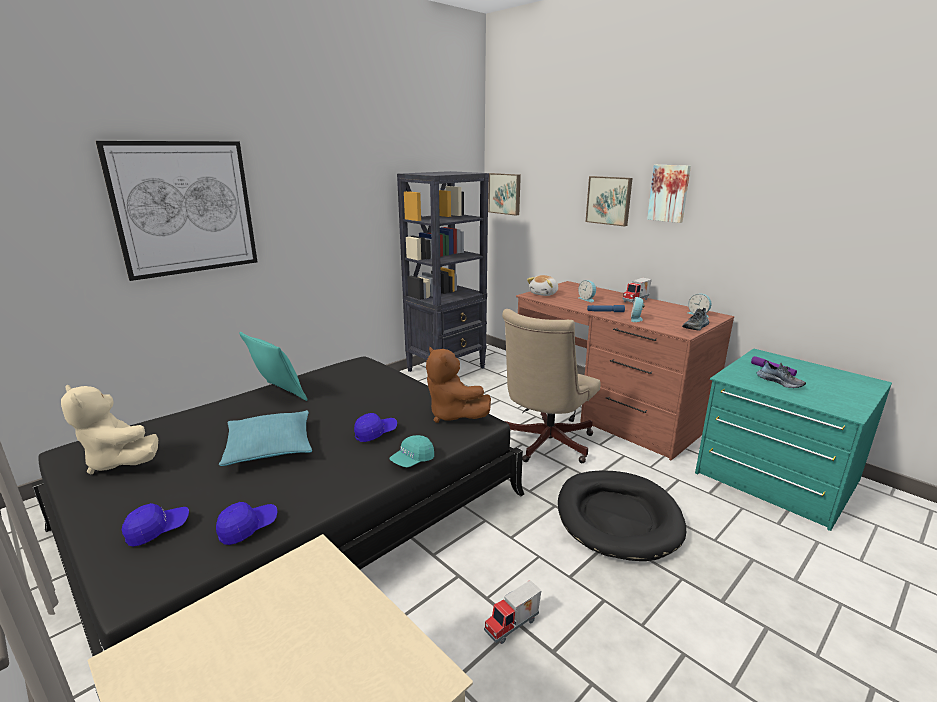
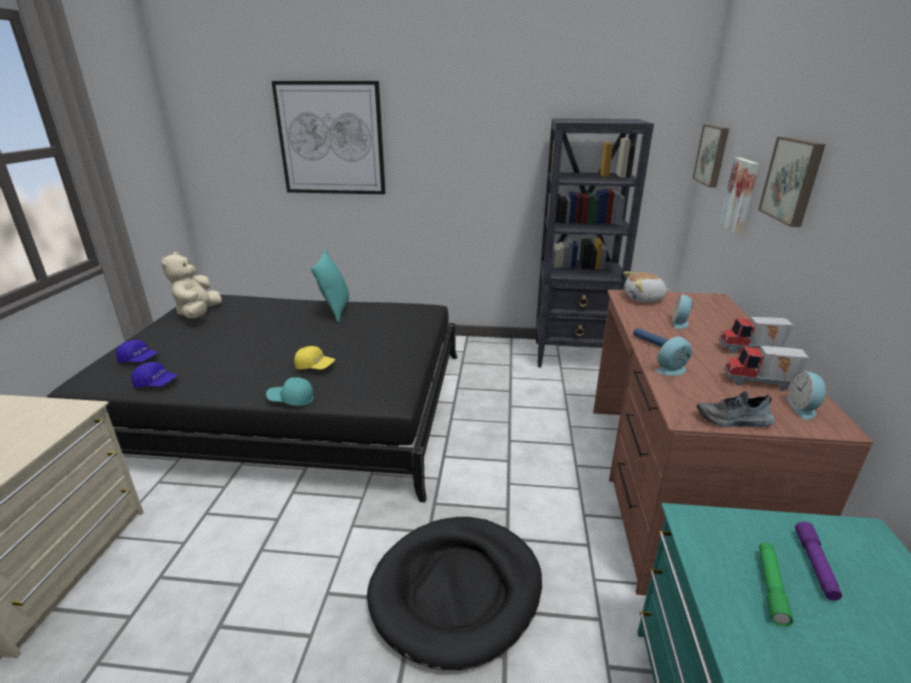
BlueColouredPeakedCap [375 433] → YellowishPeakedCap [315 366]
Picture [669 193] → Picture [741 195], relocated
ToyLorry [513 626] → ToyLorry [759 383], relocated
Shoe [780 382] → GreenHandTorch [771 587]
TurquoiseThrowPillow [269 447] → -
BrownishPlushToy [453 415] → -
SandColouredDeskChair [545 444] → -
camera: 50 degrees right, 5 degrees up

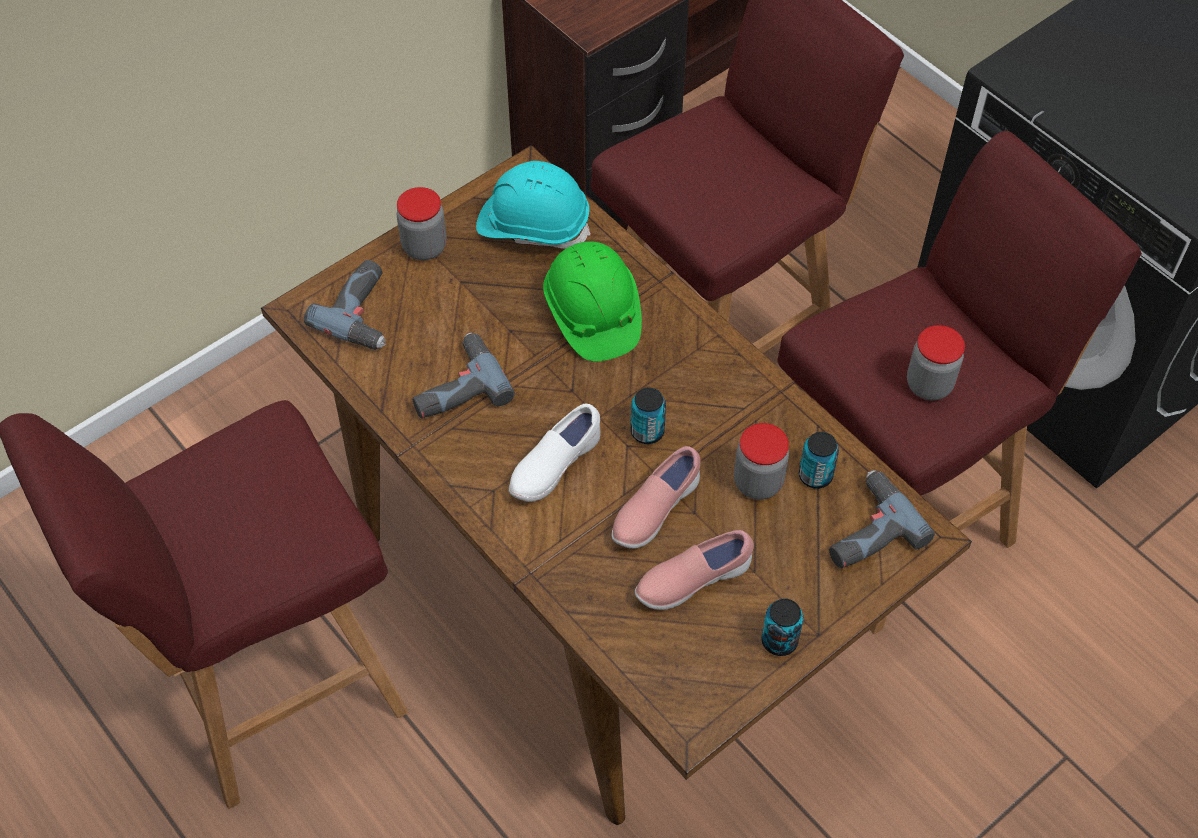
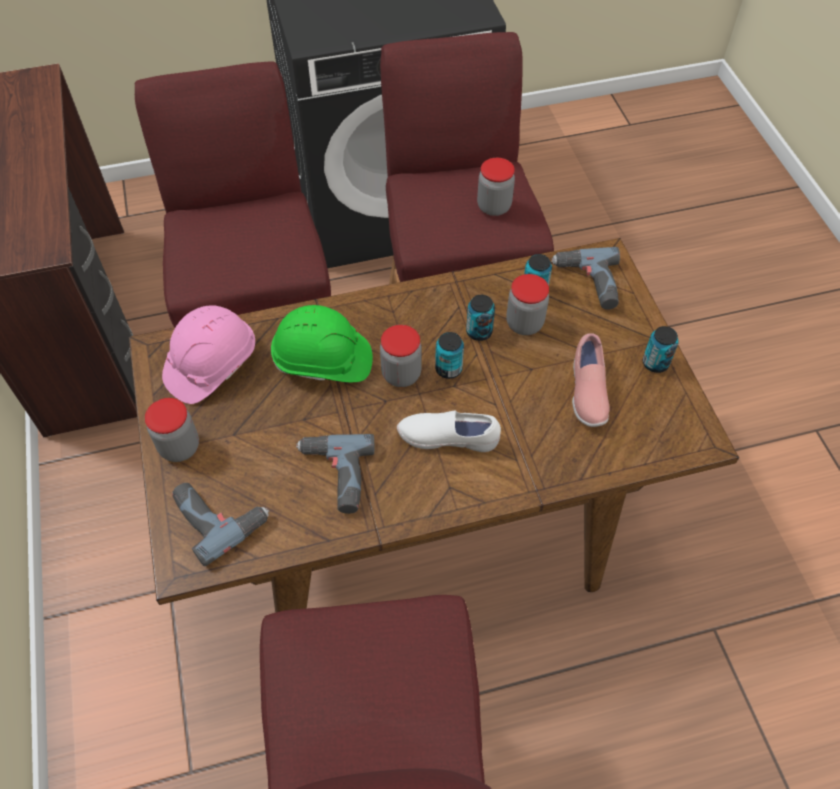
TurquoiseSafetyHelmet [533 225] → PinkishSafetyHelmet [211 365]
- → Jar [401 374]
WhitishShoe [554 466] → WhitishShoe [448 438], 120 degrees clockwise
- → MetalCan [479 332]
PinkishShoe [654 510] → -
camera: 65 degrees left, 0 degrees up

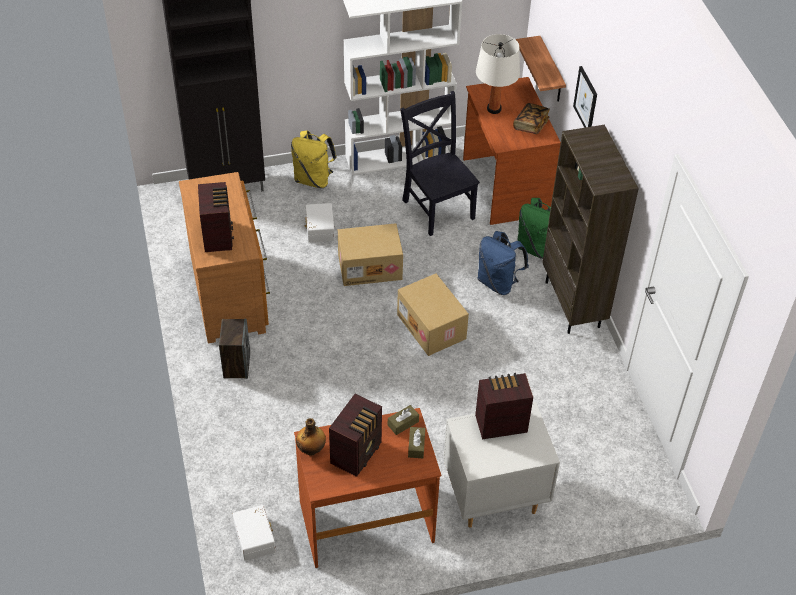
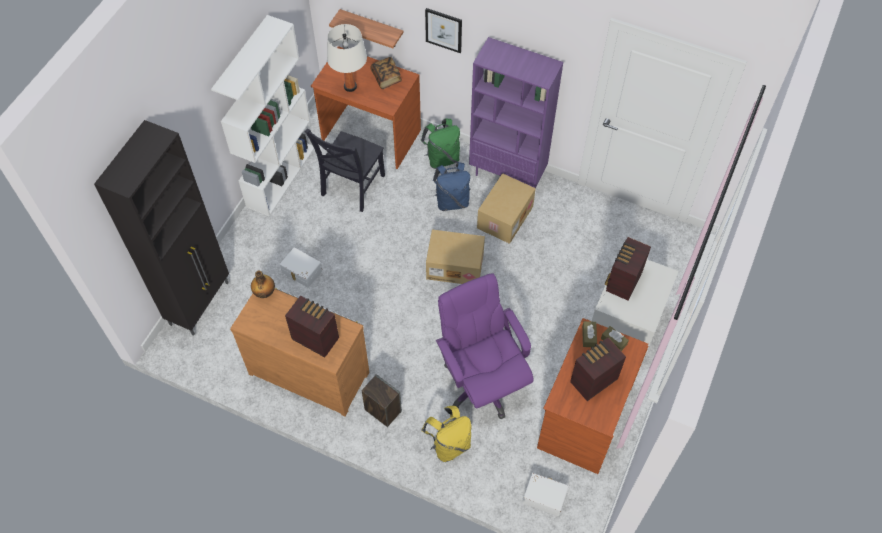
DrinkBottle [311 449] → DrinkBottle [265 292], relocated
BlackishUprightChair [437 207] → BlackishUprightChair [351 187], 75 degrees counterclockwise
YellowishBackpack [313 179] → YellowishBackpack [449 444], relocated
- → PurplishDeskChair [482 382]
BrownishBookcase [573 305] → PurplishBookcase [508 174]
CardboardBox [370 266] → CardboardBox [504 216], relocated
Radio [357 452] → Radio [592 380], 105 degrees counterclockwise
camera: 50 degrees left, 10 degrees up

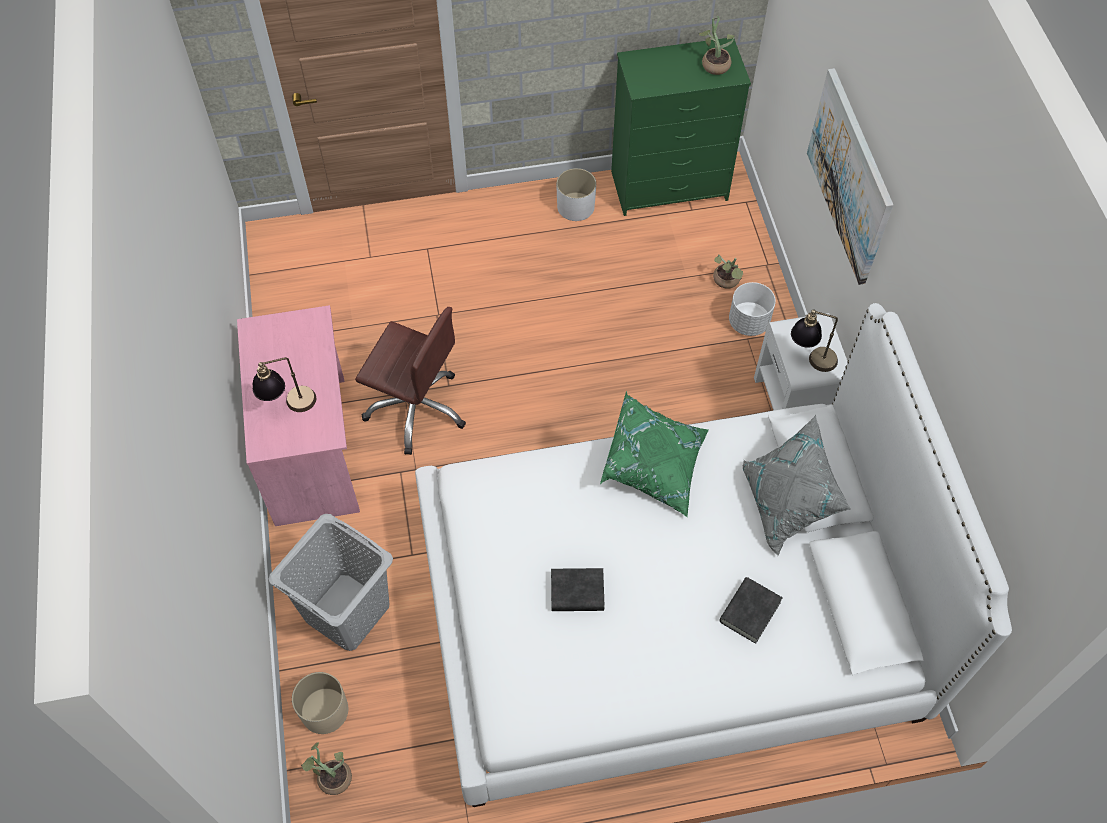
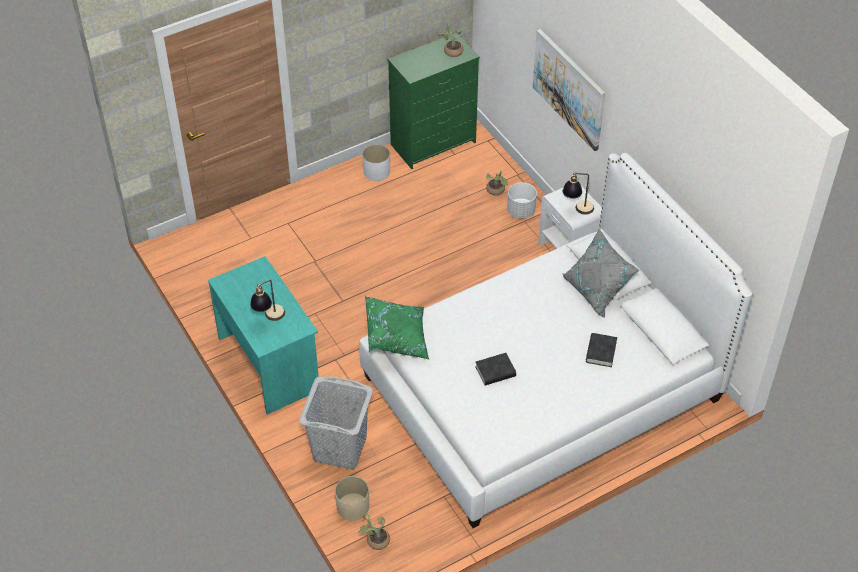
PinkishDeskTable [313 449] → TurquoiseDeskTable [269 363]
GreenThrowPillow [654 466] → GreenThrowPillow [397 338], relocated
BrownishDeskChair [416 408] → -
camera: 20 degrees left, 10 degrees down

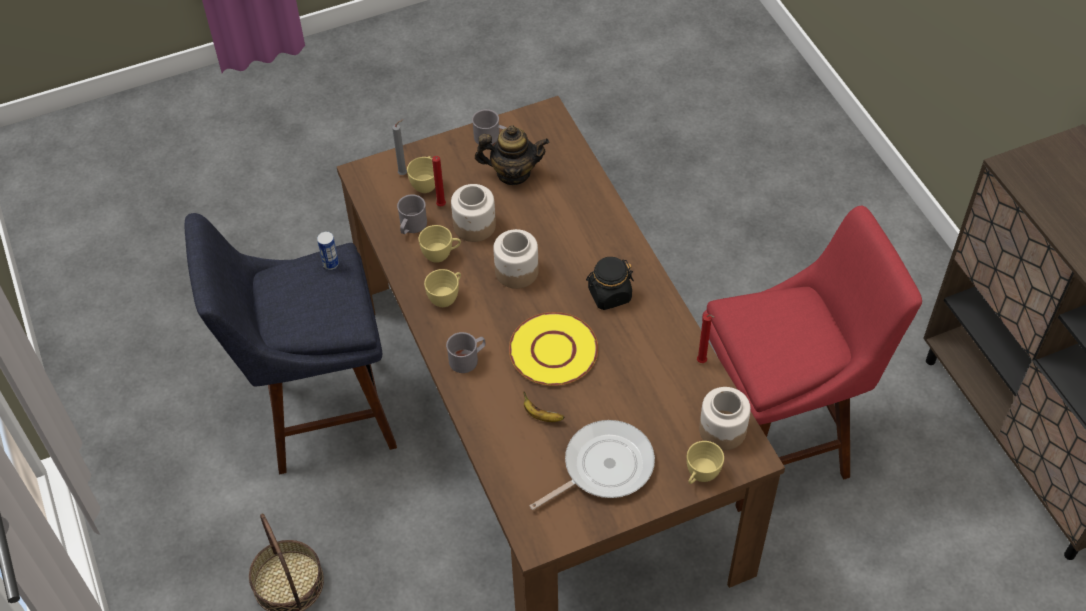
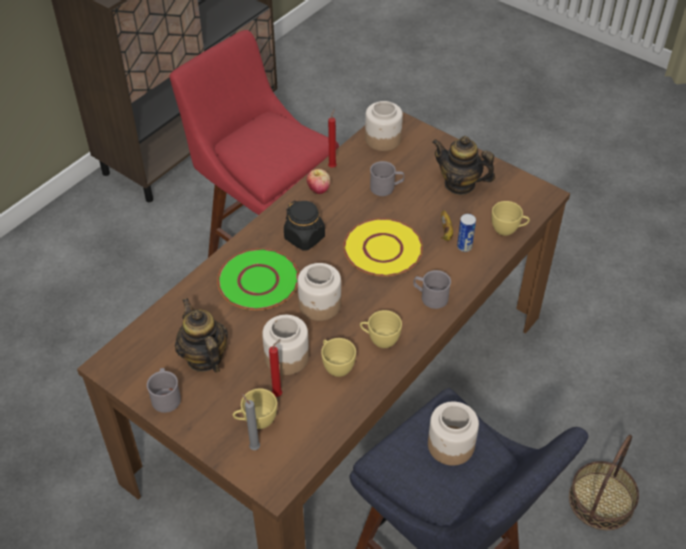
- → GreenFlatDish [258 280]
- → AppleFruit [318 190]
GrayTeaMug [411 226] → GrayTeaMug [386 187], relocated
- → Jar [451 445]
FryingPan [603 467] → Teapot [460 184]
MetalCan [330 264] → MetalCan [464 246], relocated
YellowishDrinkingCup [700 476] → YellowishDrinkingCup [508 230], relocated
camera: 120 degrees left, 5 degrees down

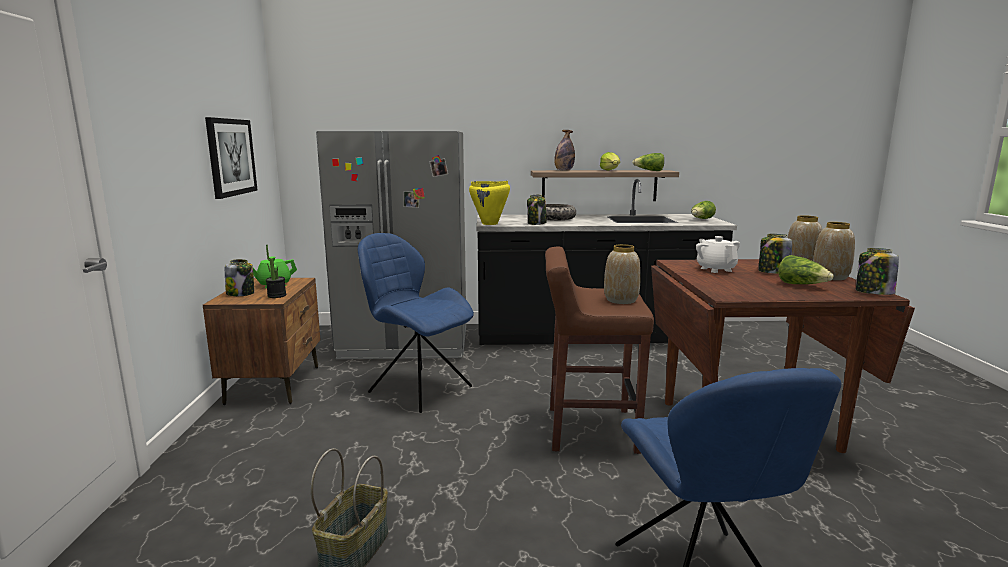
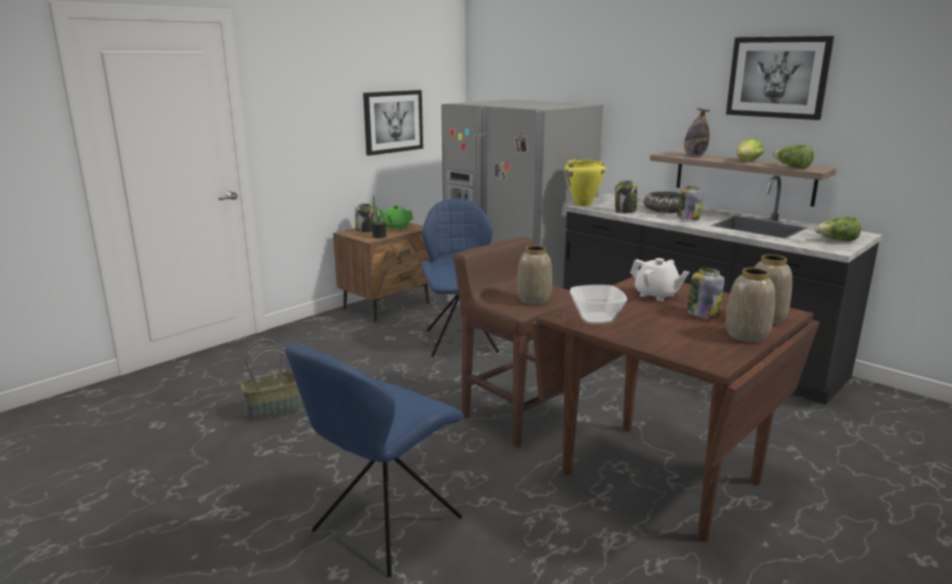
- → DeepDish [597 319]
WhitishTeapot [715 269] → WhitishTeapot [656 295], 105 degrees clockwise
Jar [873 293] → Jar [688 218], relocated
- → Picture [777 77]
Lettuce [801 285] → -
camera: 45 degrees right, 5 degrees up

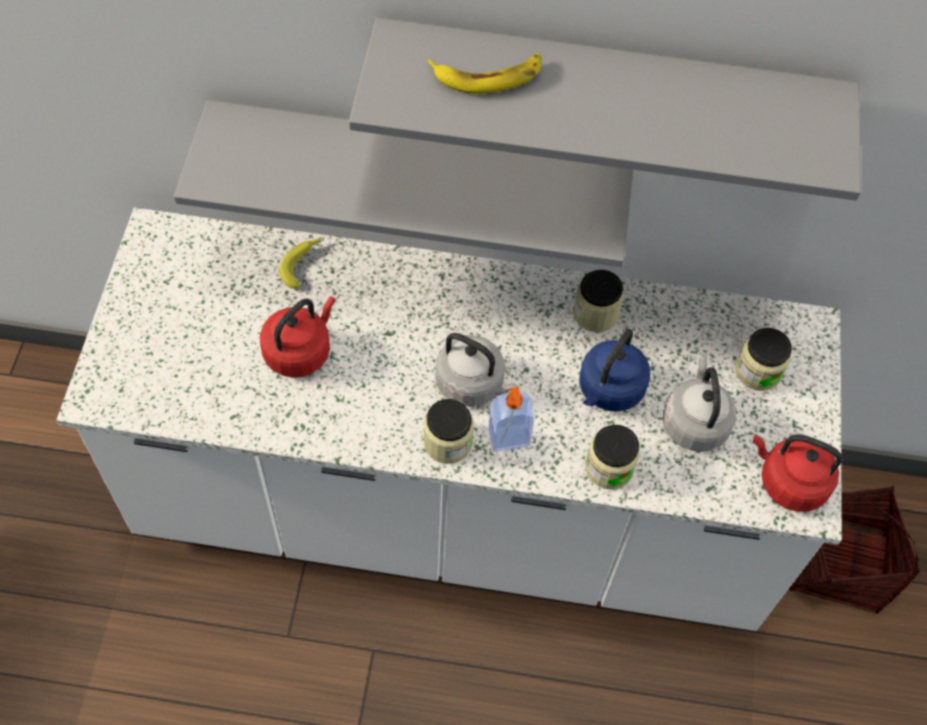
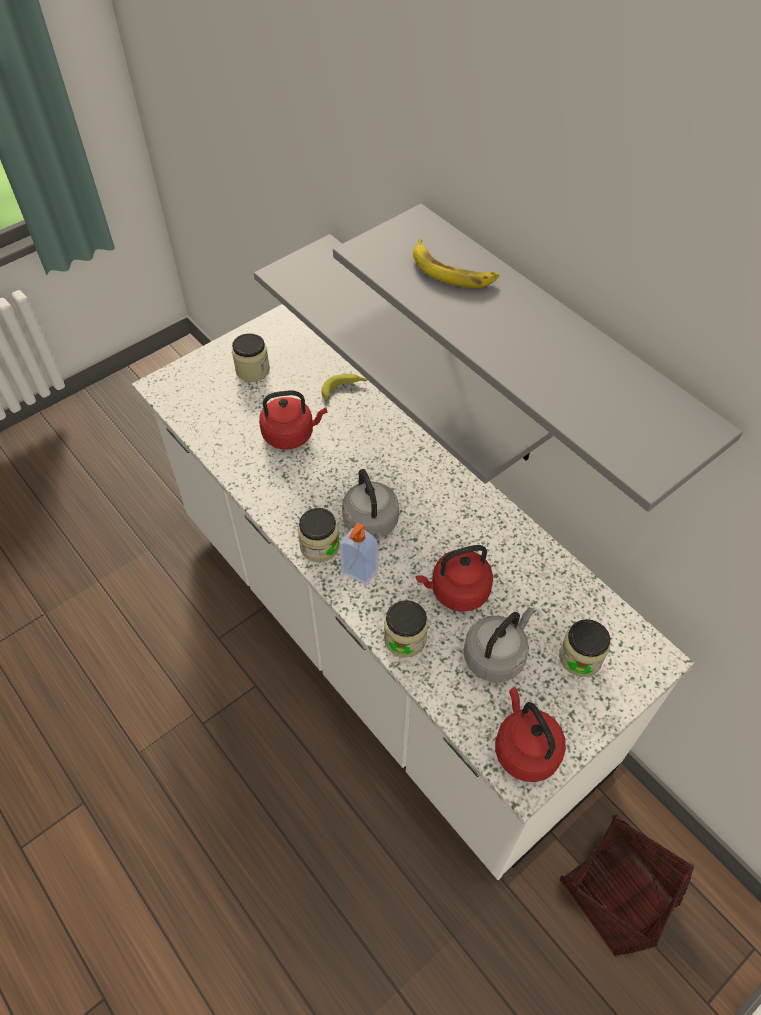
Jar [595 313] → Jar [252 370], relocated
BlueColouredKettle [609 390] → RedColouredKettle [456 591]
camera: 45 degrees right, 5 degrees down

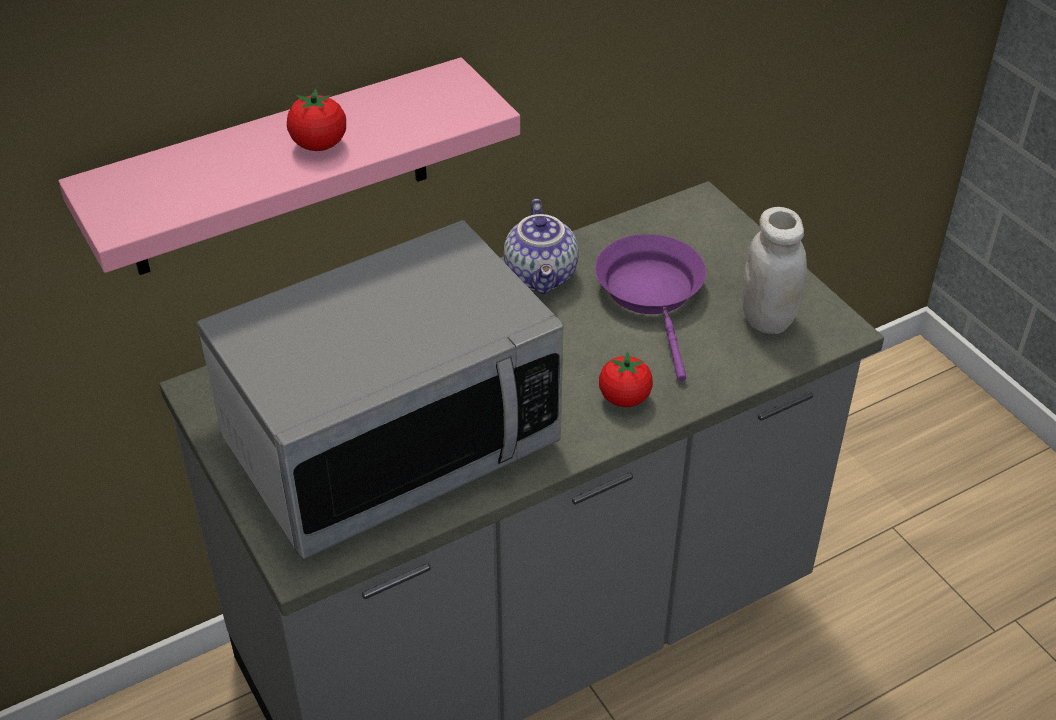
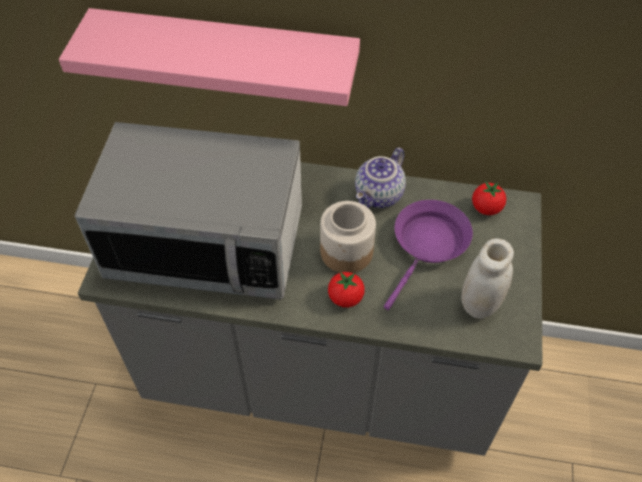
- → Jar [347 252]
Tomato [319 145] → Tomato [486 208], relocated
camera: 40 degrees right, 10 degrees up

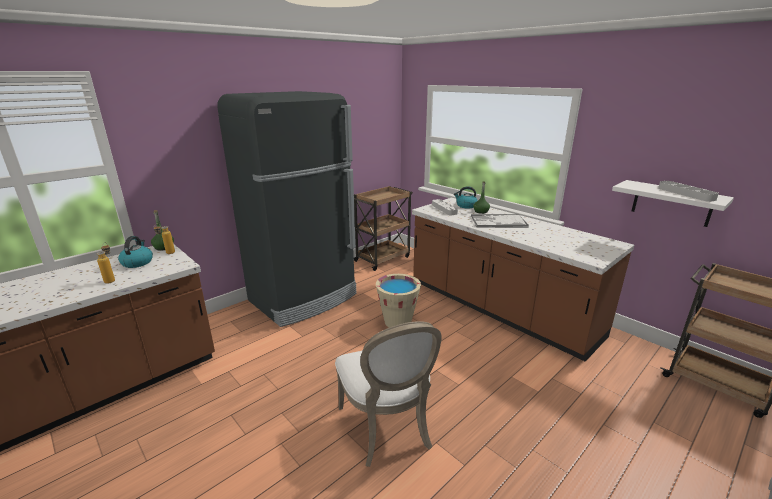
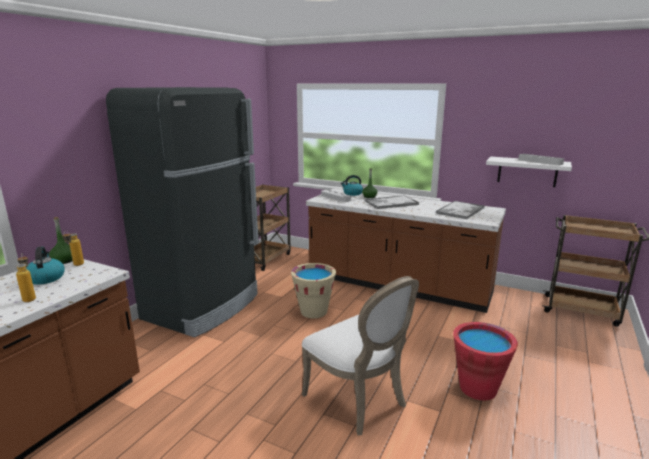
- → CarryingTray [460 211]
- → RedColouredBucket [477 388]
camera: 20 degrees left, 5 degrees down

